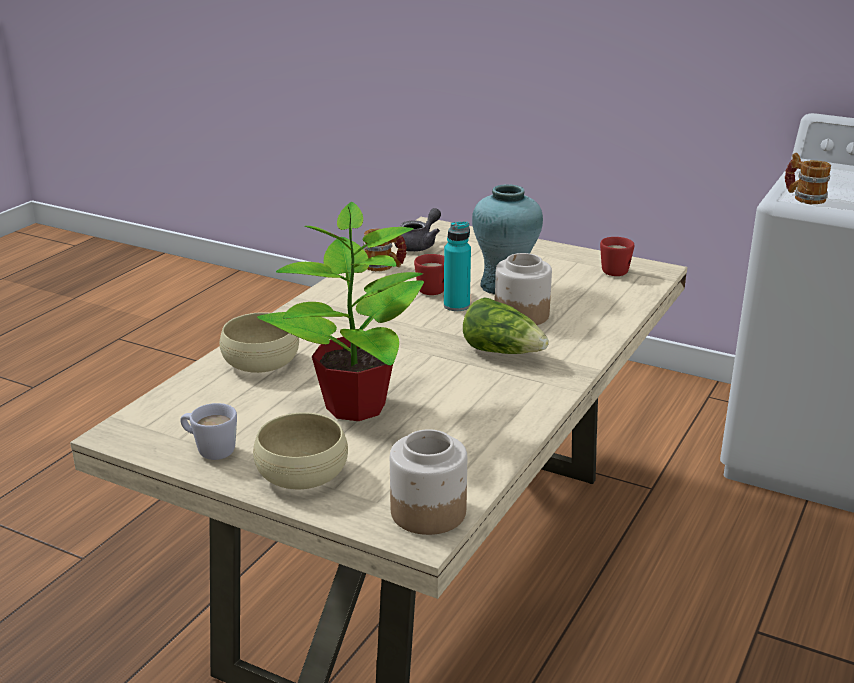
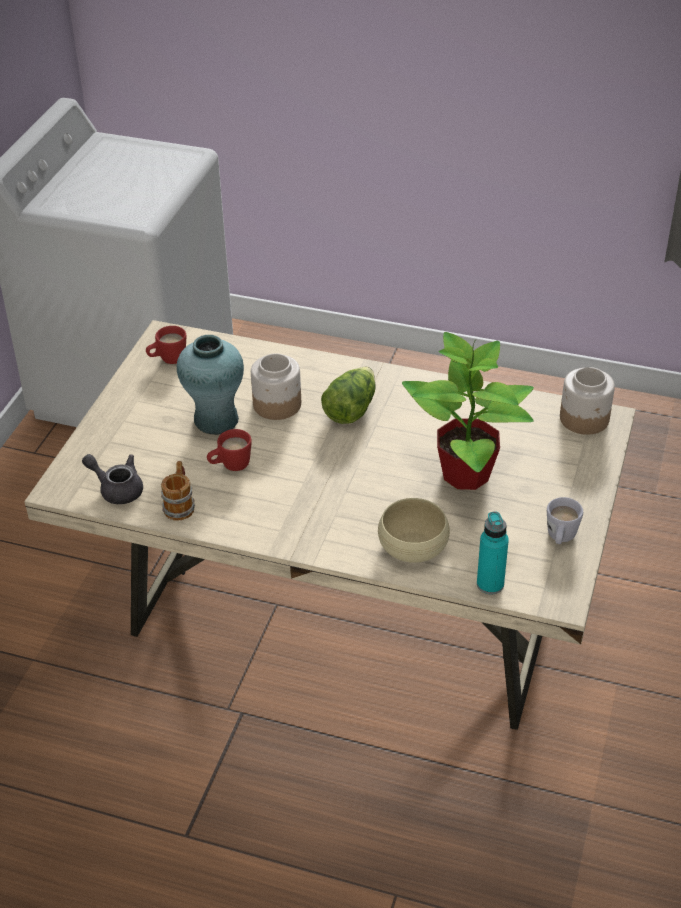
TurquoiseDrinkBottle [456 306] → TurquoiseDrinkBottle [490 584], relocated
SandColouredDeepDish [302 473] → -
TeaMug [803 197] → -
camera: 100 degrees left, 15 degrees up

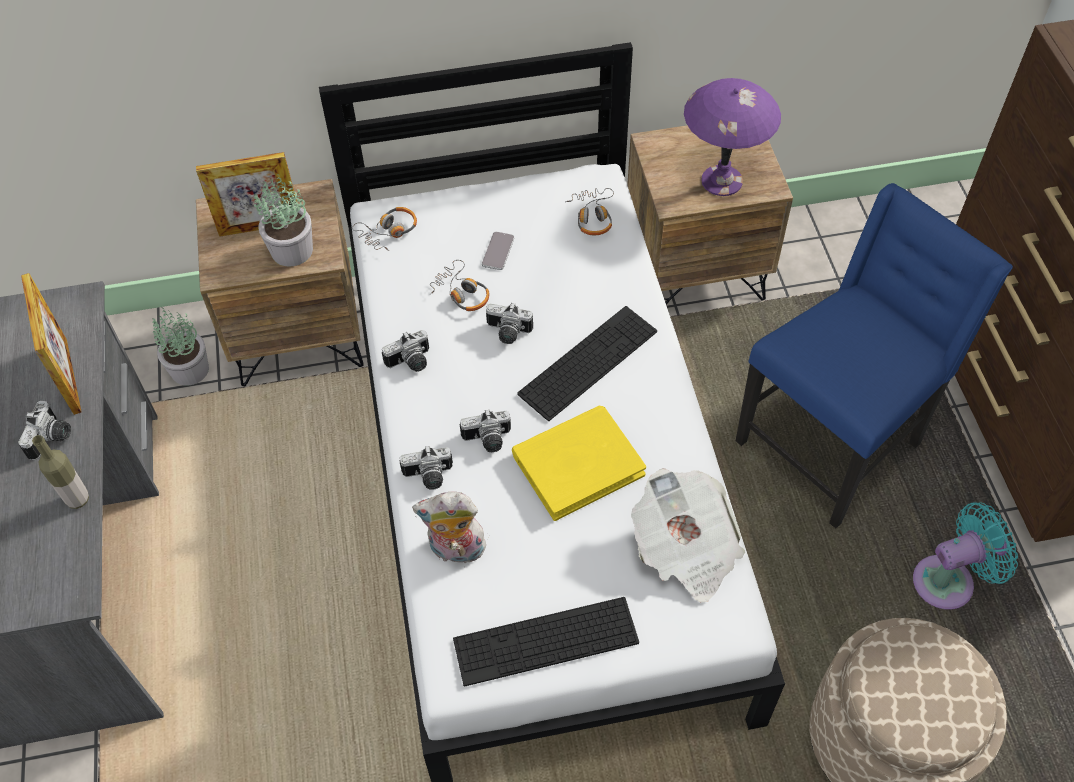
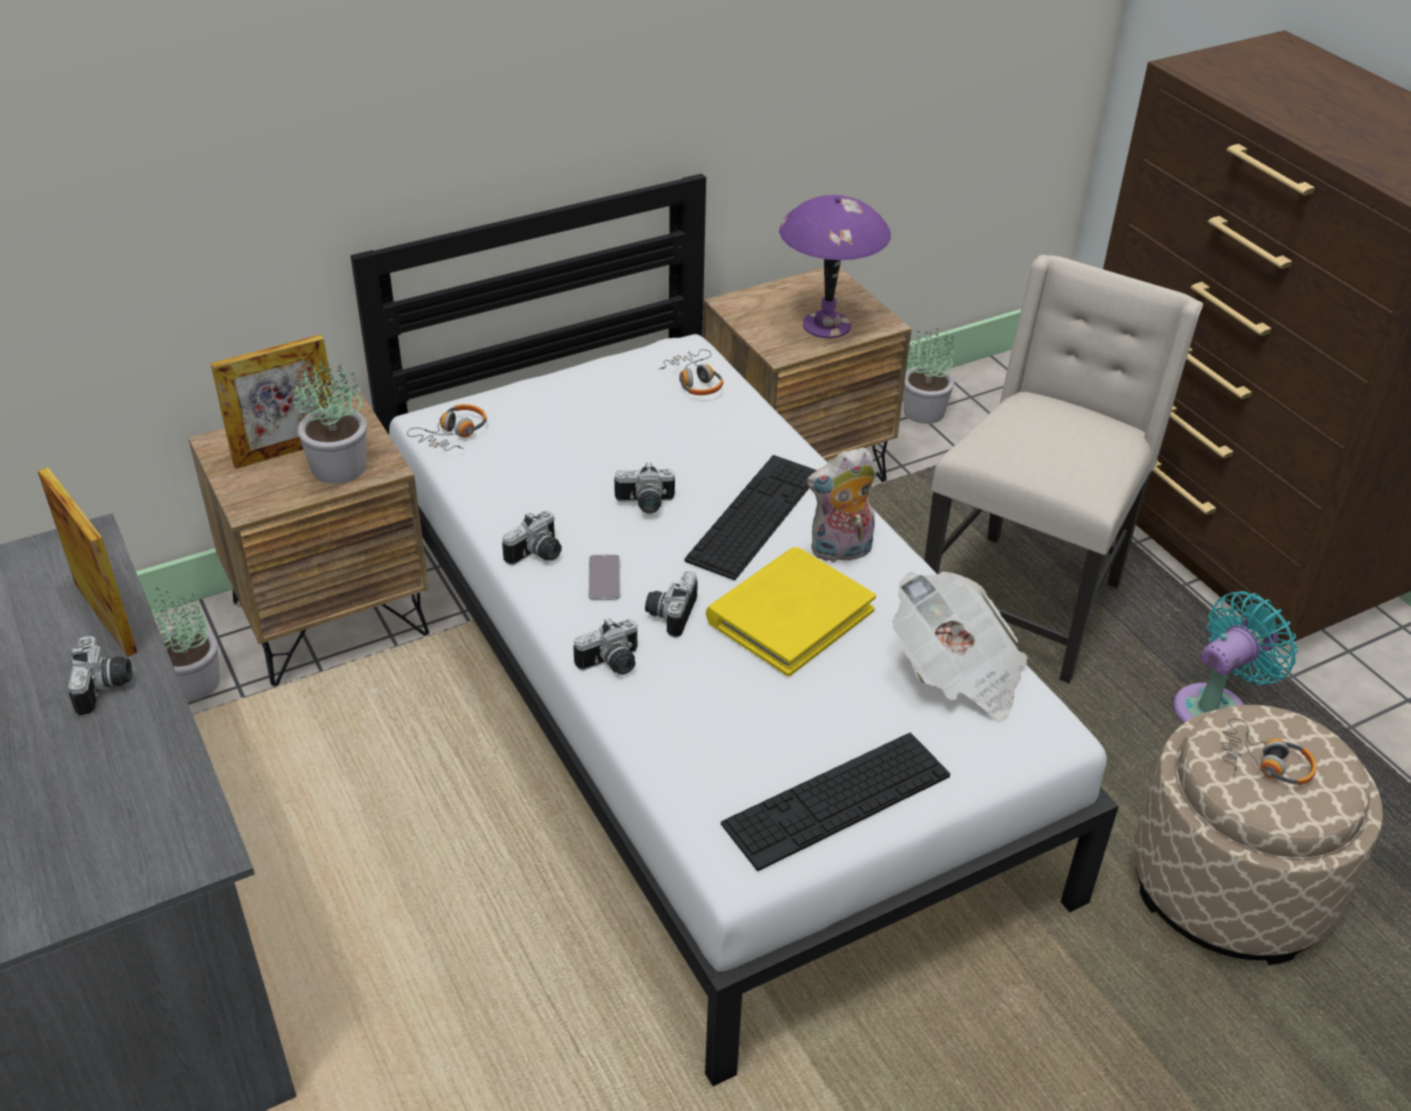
Phone [498 251] → Phone [604 578], relocated
PhotoCamera [488 440] → PhotoCamera [669 613], 135 degrees clockwise
PlushToy [455 551] → PlushToy [840 552], relocated
- → PlantInAPot [924 411]
BlueColouredUprightChair [832 443] → SandColouredUprightChair [1025 602]
PairOfHeadphones [462 293] → PairOfHeadphones [1264 763], relocated
DrinkBottle [78 499] → -
camera: 20 degrees left, 15 degrees down

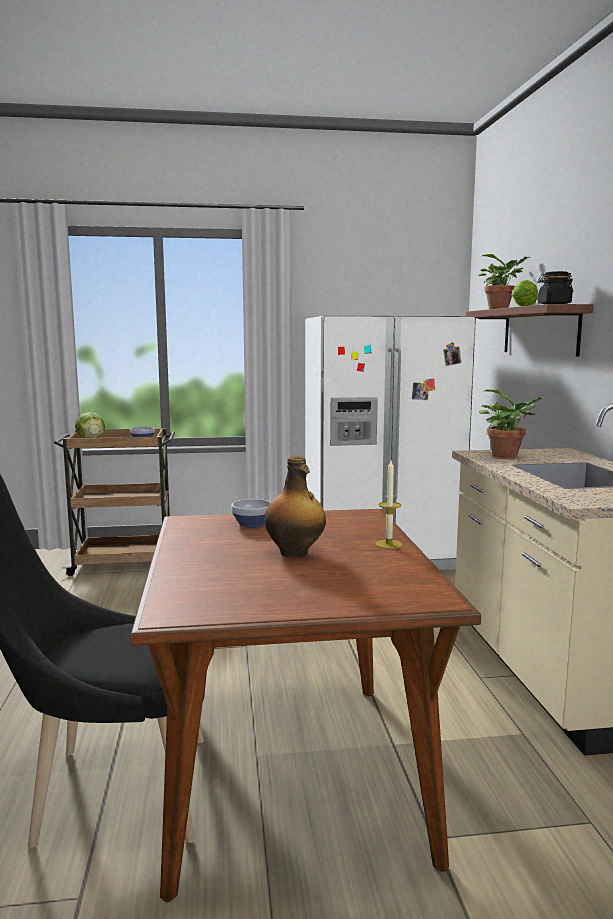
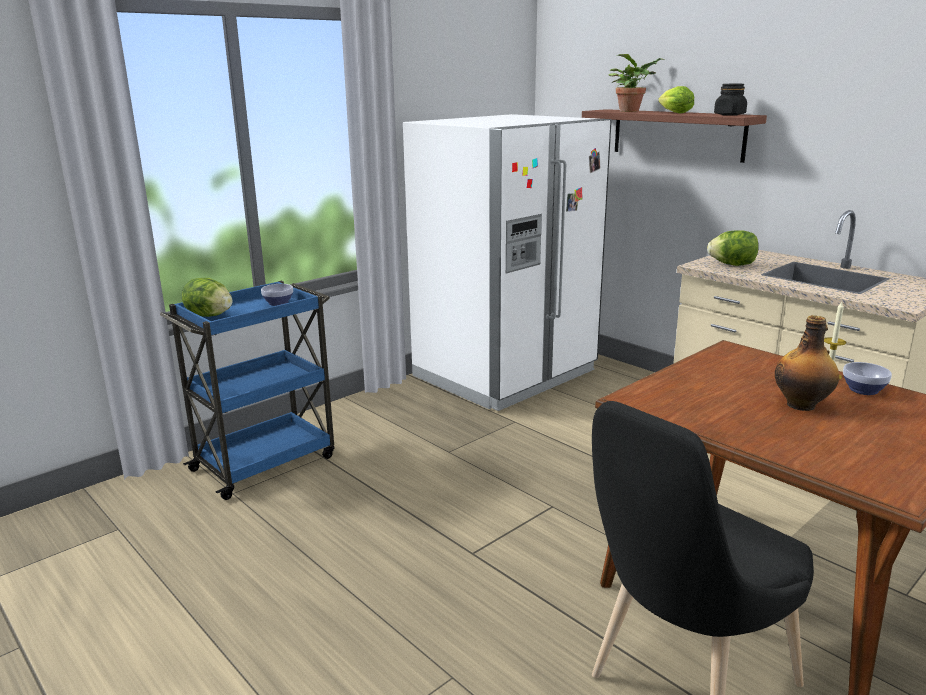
BrownishCart [124 563] → BlueColouredCart [266 462]
PlantInAPot [508 456] → Lettuce [732 265]
DeepDish [251 524] → DeepDish [864 391], relocated
camera: 35 degrees left, 10 degrees up

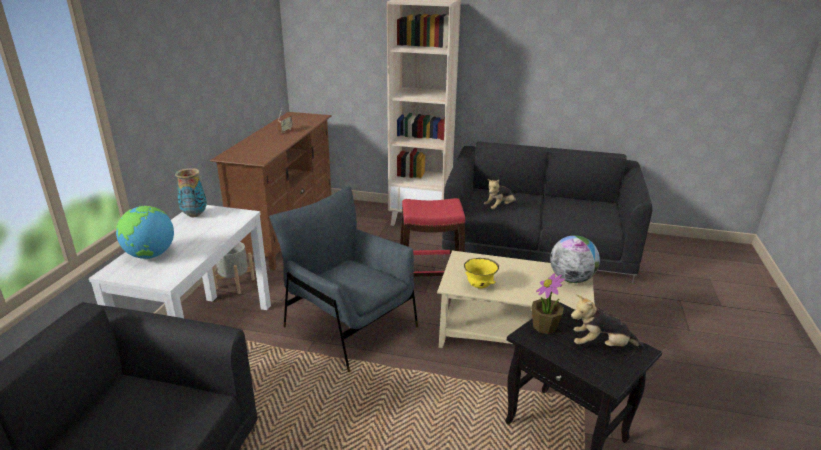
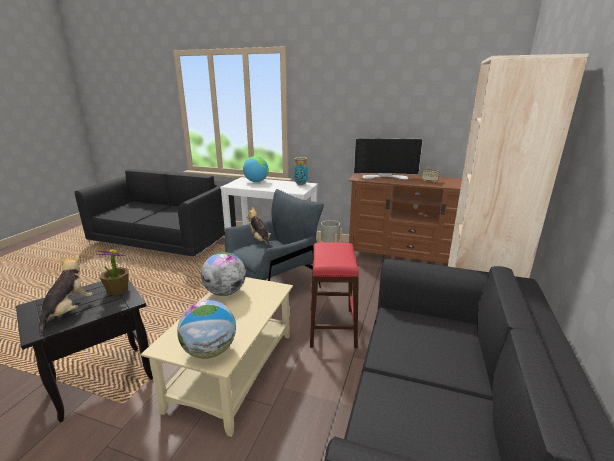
YellowishDeepDish [480 286] → DeskGlobe [225 292]
PlushToy [499 207] → PlushToy [260 241], relocated
- → TvSet [385 176]
camera: 95 degrees right, 5 degrees down

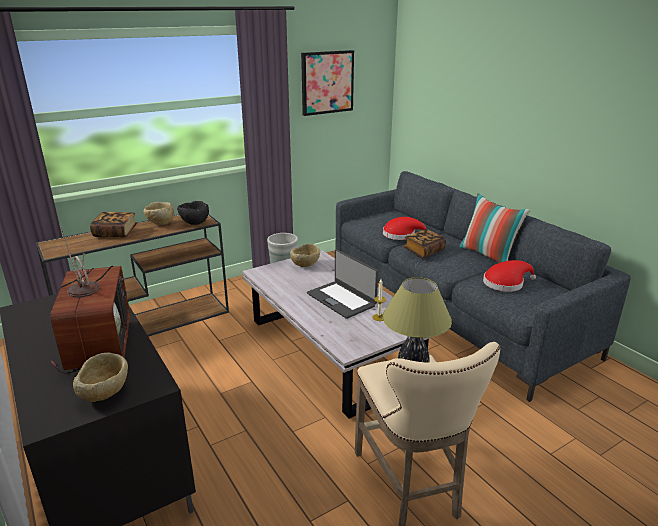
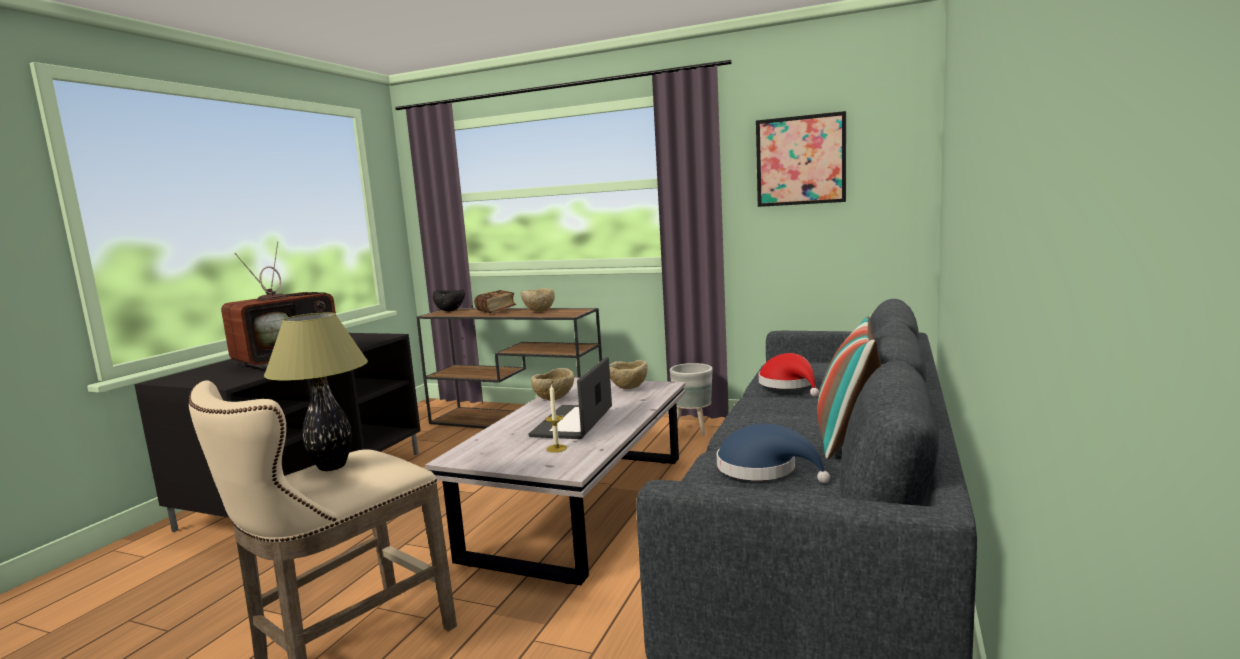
BlackishDeepDish [194 223] → BlackishDeepDish [450 310], relocated
SandColouredDeepDish [105 395] → SandColouredDeepDish [554 400], relocated
RedColouredHat [505 283] → BlueColouredHat [763 469]
BoundBook [424 251] → -
camera: 55 degrees right, 15 degrees down

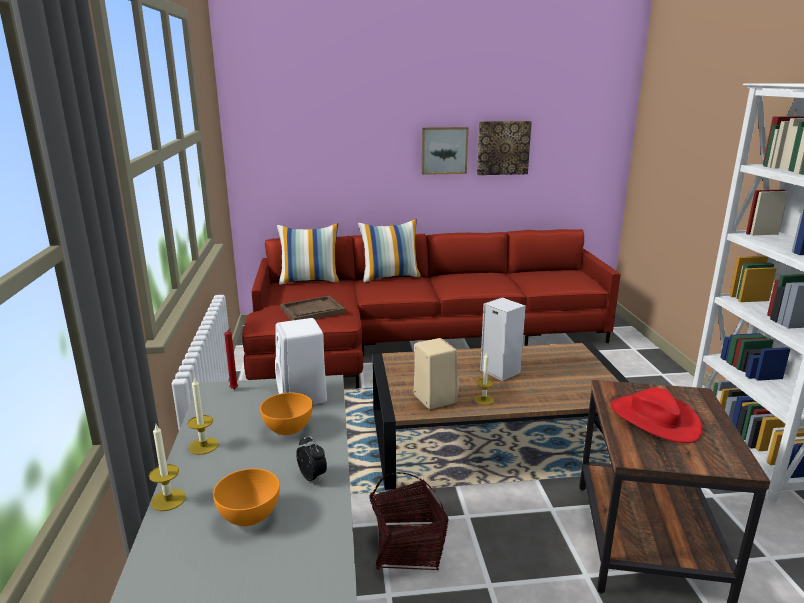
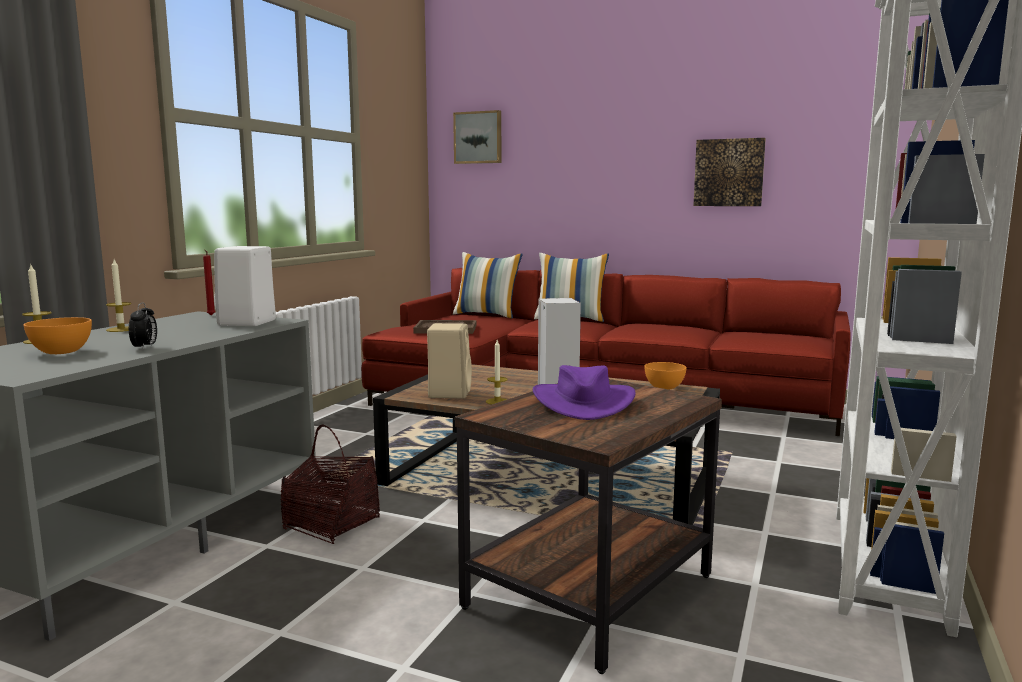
Picture [444 150] → Picture [478 137], relocated
RedColouredHat [654 419] → PurplishHat [583 402]
OrangeColouredDeepDish [287 429] → OrangeColouredDeepDish [664 388], relocated
camera: 30 degrees right, 10 degrees down

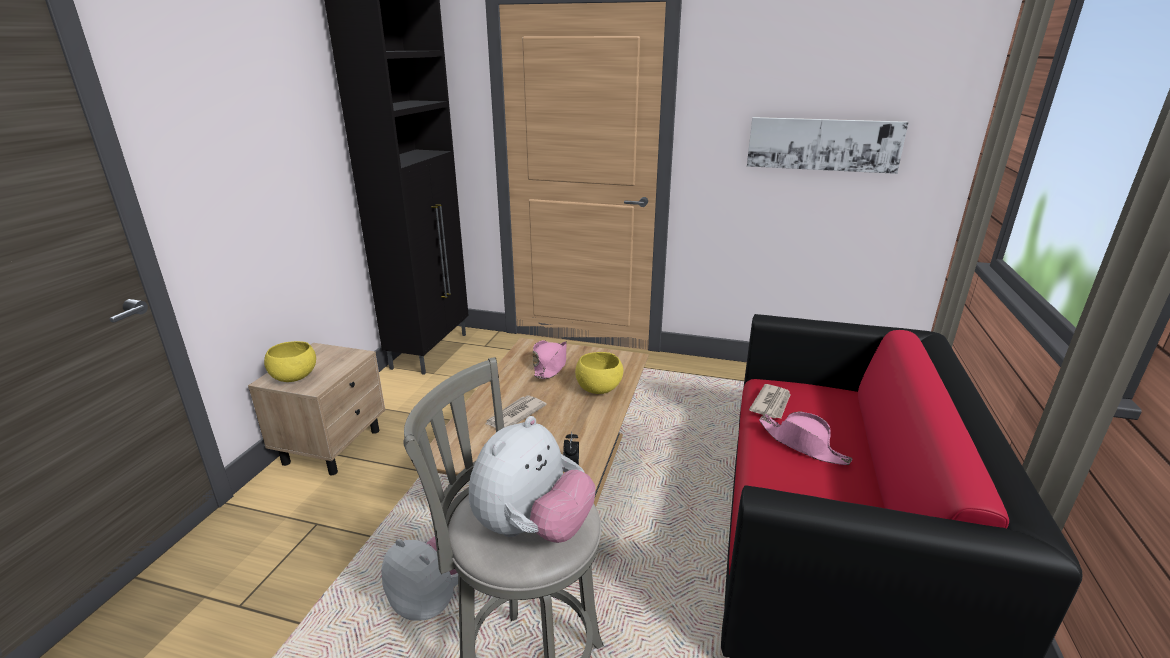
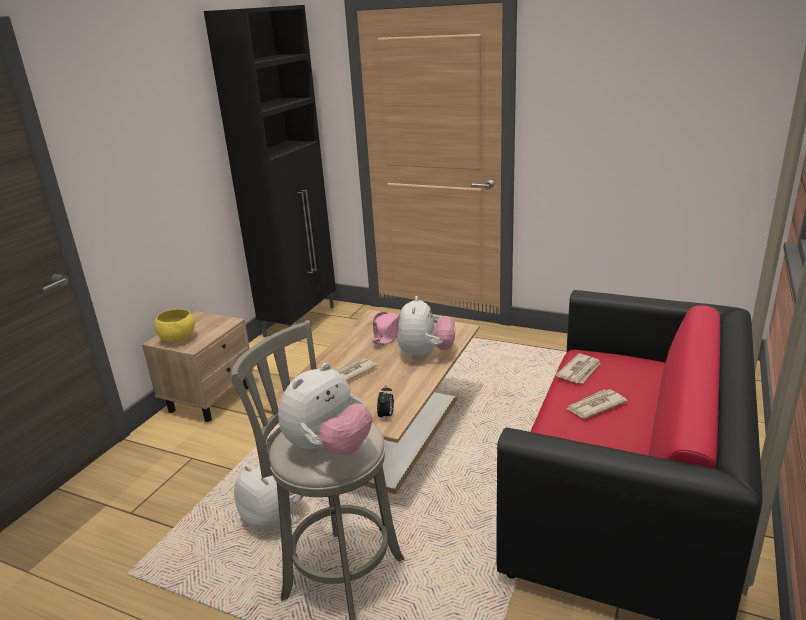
YellowishDeepDish [598 389] → PlushToy [426 354]
PinkishHat [803 445] → DailyPaper [595 406]
Picture [823 144] → -
camera: 10 degrees right, 0 degrees up

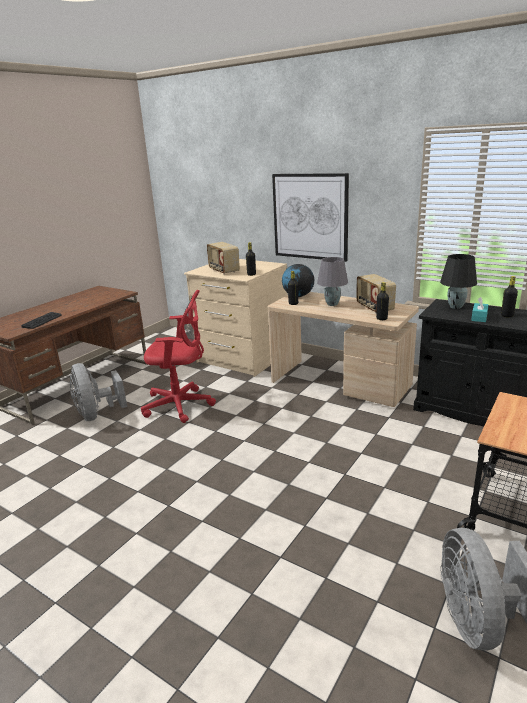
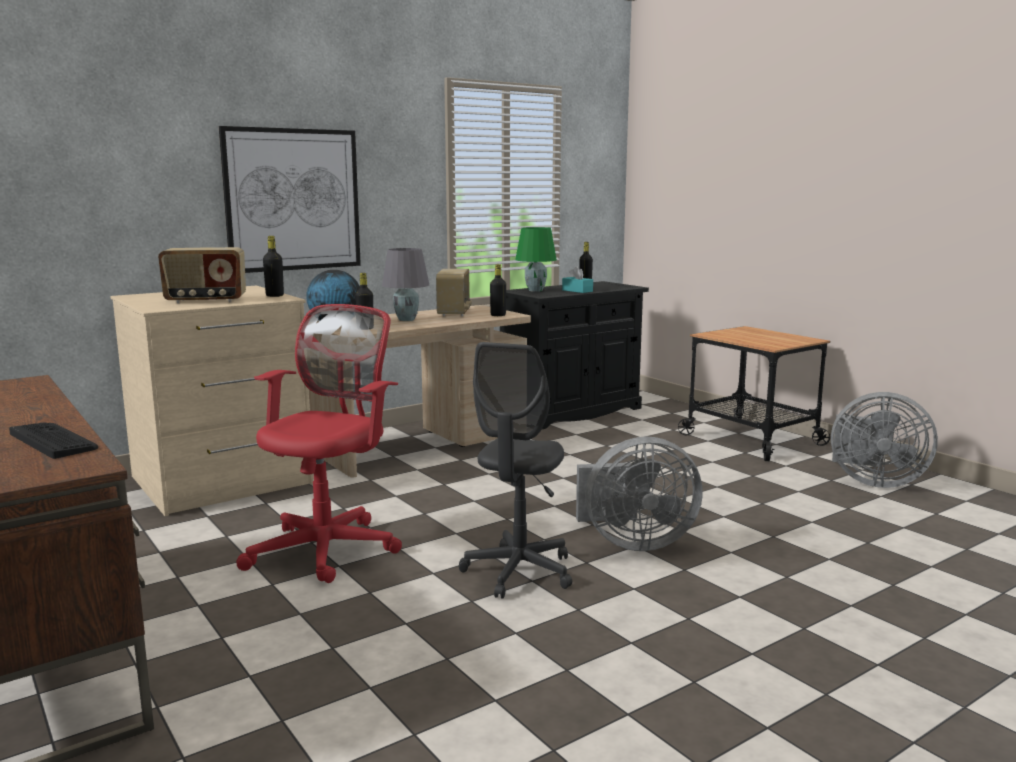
Radio [374 307] → Radio [454 313], 90 degrees counterclockwise
- → GrayDeskChair [519 572]
BlackishTabletopLamp [455 307] → GreenTabletopLamp [535 290]
GrayFan [97 414] → GrayFan [633 542], relocated
camera: 70 degrees left, 10 degrees down

